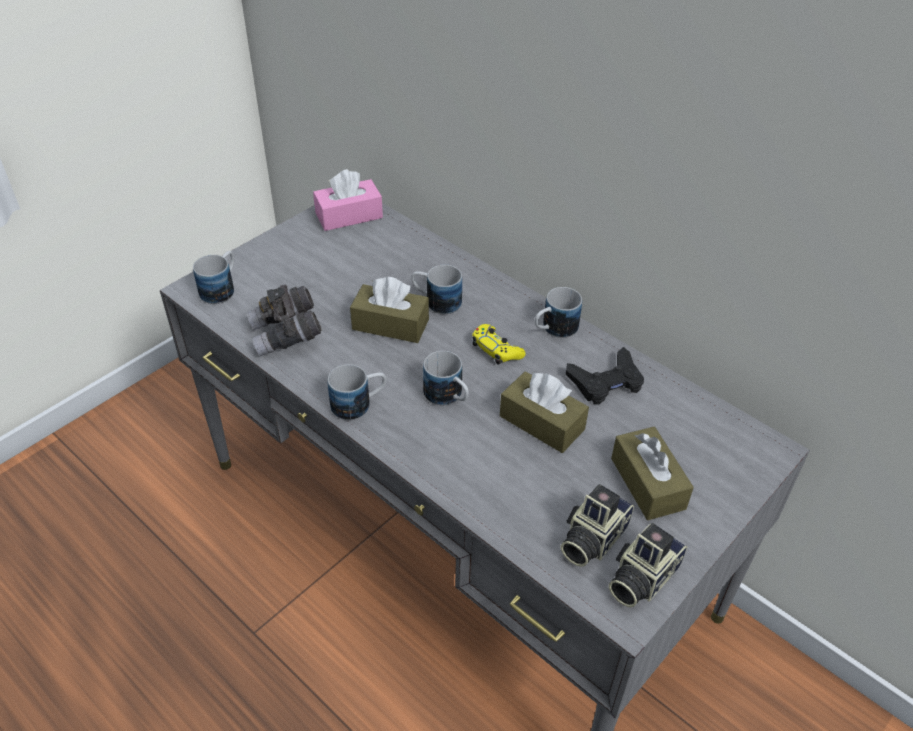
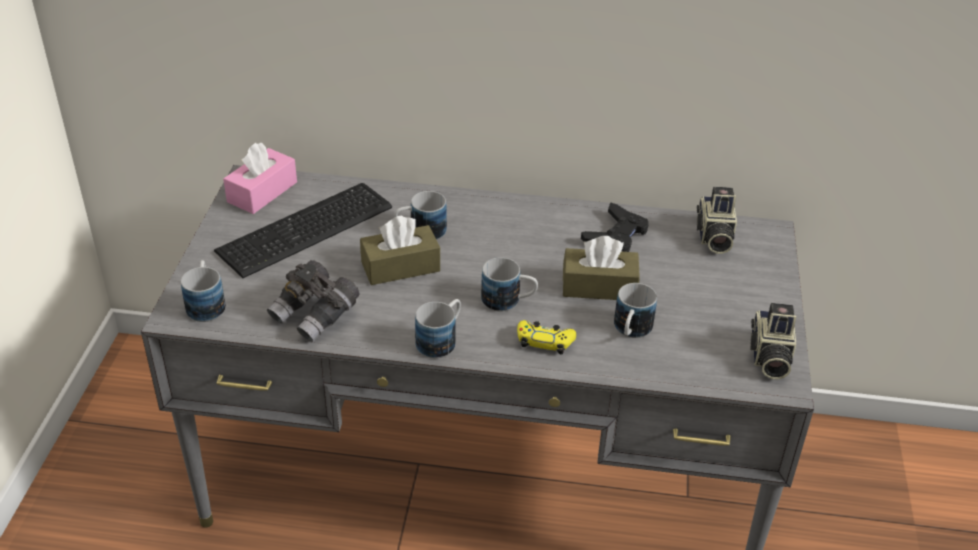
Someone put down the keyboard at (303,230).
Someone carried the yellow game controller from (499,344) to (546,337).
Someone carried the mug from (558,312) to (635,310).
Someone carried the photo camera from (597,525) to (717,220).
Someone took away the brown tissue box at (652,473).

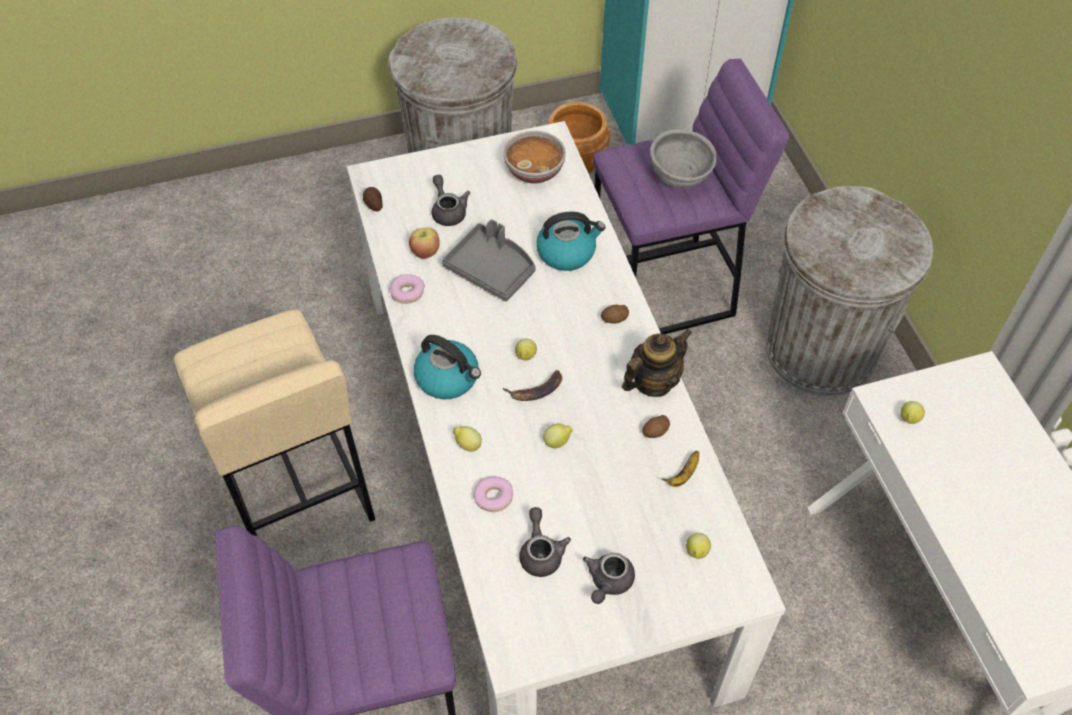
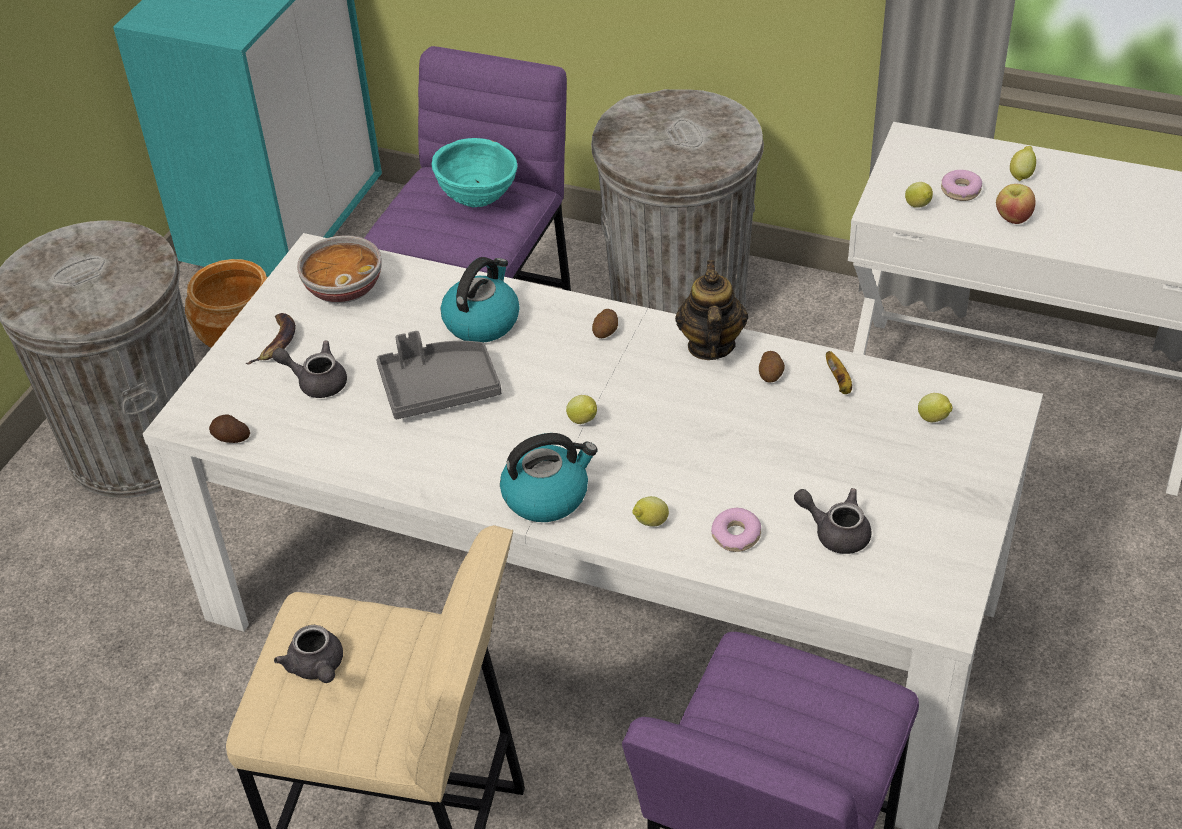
Someone carried the banana from (532,385) to (270,339).
Someone carried the grey teapot from (609,578) to (308,654).
Someone repainted the grey bowl at (683,158), which became the turquoise bowl at (475,172).
Someone carried the donut from (407,289) to (961,185).
Someone carried the apple from (424,243) to (1016,204).
Someone carried the lemon from (558,435) to (1023,163).

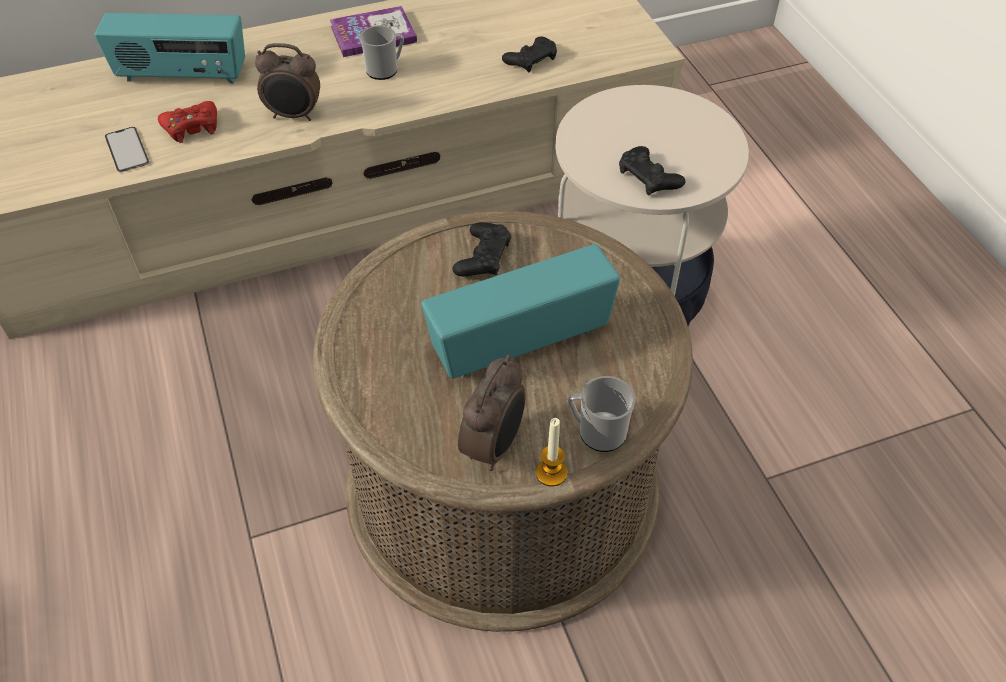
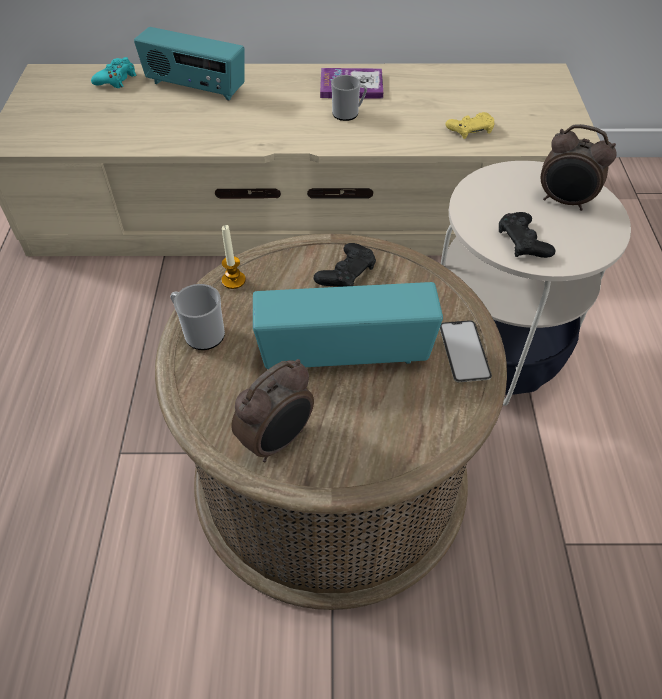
Someone put down the turquoise game controller at (113,72).
Someone carried the mug from (601,414) to (197,317).
Someone carried the candle from (551,452) to (233,257).
Someone carried the phone from (127,149) to (466,351).
Someone repainted the black game controller at (529,54), which became the yellow game controller at (469,125).
Someone carried the alarm clock from (287,82) to (579,167).
Someone took away the red game controller at (187,122).

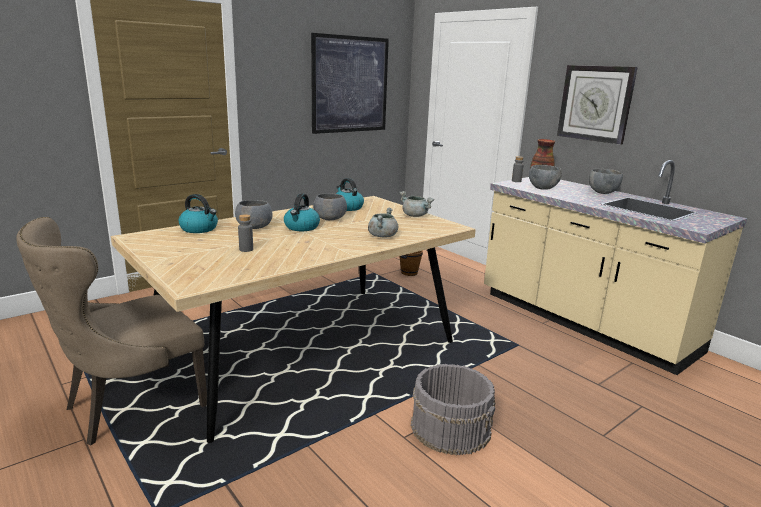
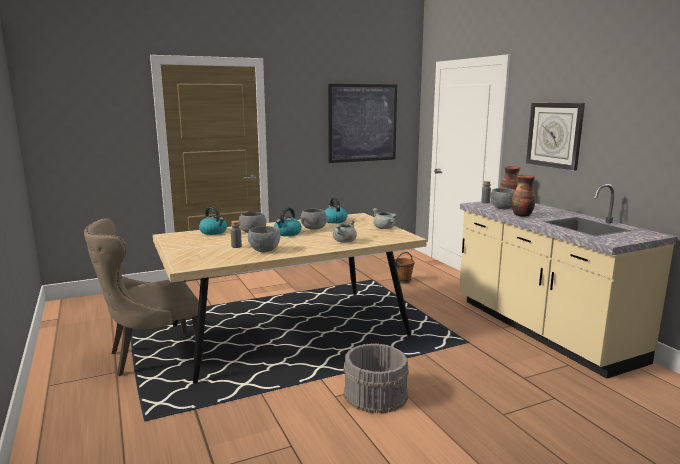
Someone carried the grey bowl from (606,181) to (264,239).
Someone put down the vase at (523,196).

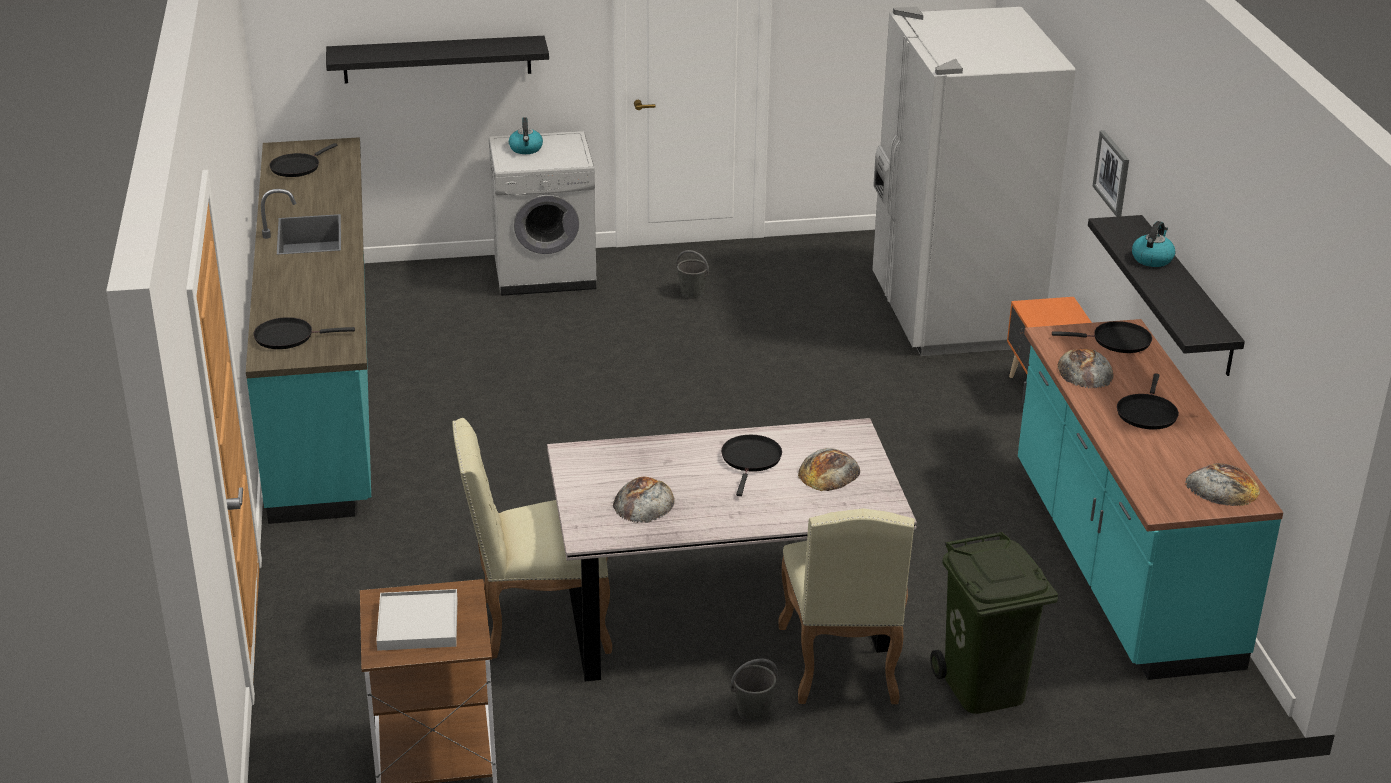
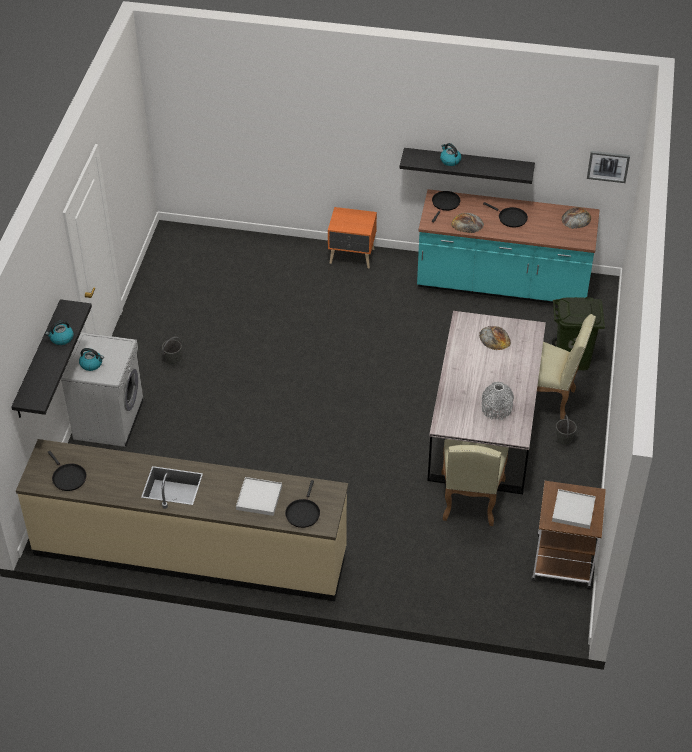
Someone repainted the turquoise counter at (308,330), which became the beige counter at (182,520).
Someone put down the kettle at (59,332).
Someone put down the white tray at (259,496).
Someone swapped the bread at (643,500) for the grey vase at (498,401).
Someone carried the picture from (1111,173) to (608,167).
Someone took away the black frying pan at (751,465).
Someone took away the white fridge at (974,181).

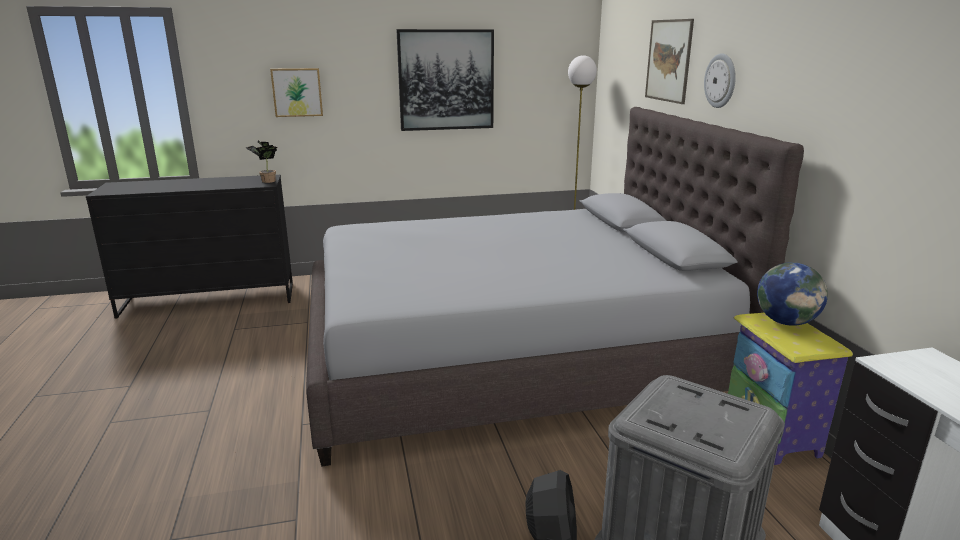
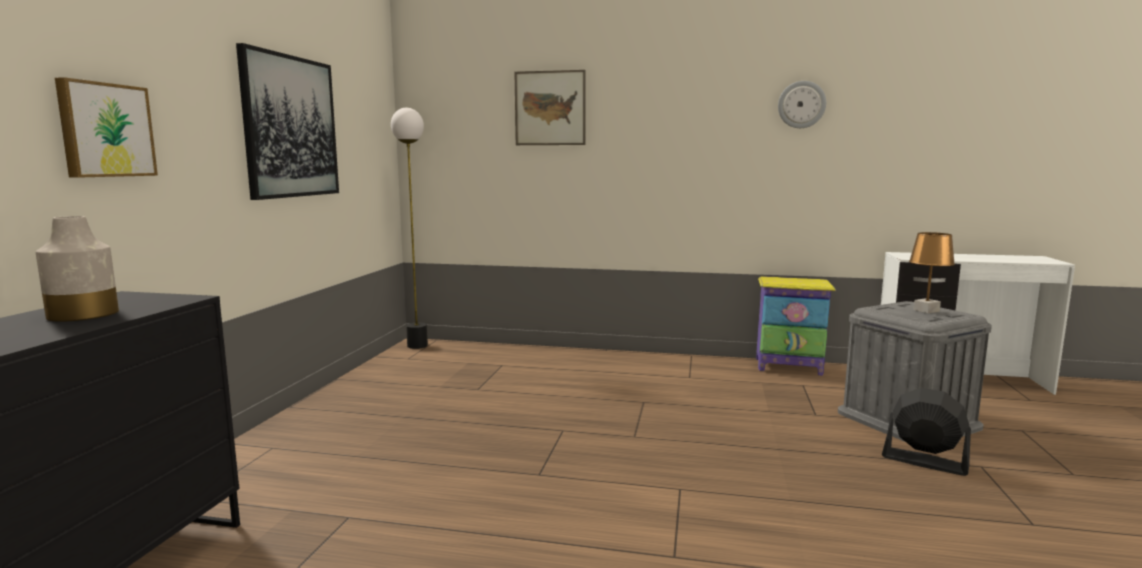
Someone put down the beige vase at (77,269).
Someone carried the wall clock from (720,80) to (802,104).
Someone put down the brown table lamp at (932,272).
Someone took away the potted plant at (261,161).
Someone took away the grey bed at (555,287).
Someone took away the globe at (792,294).

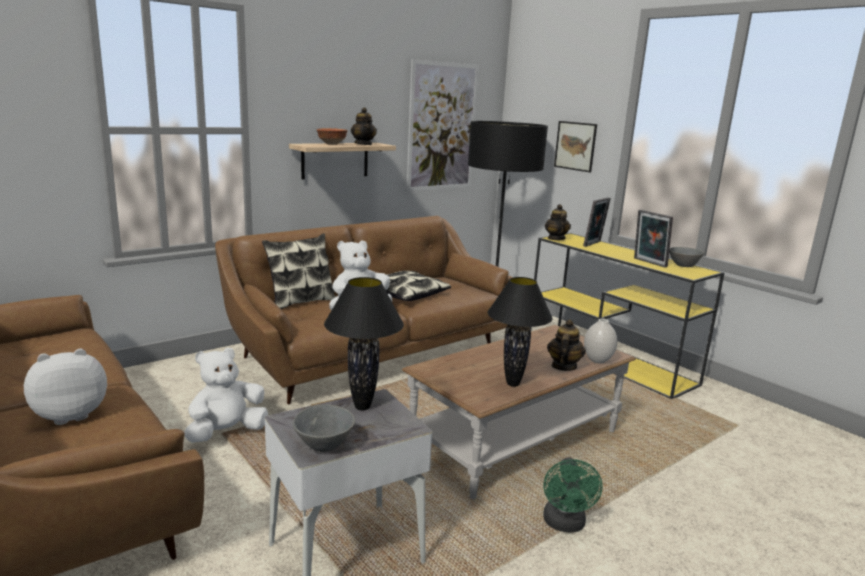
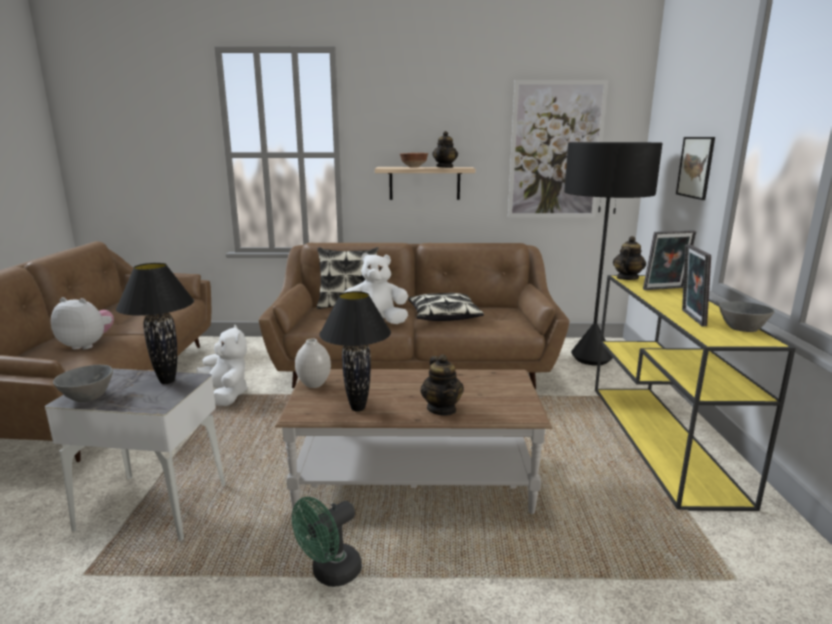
Someone rotated the white plush toy at (226,395) by 60 degrees clockwise.
Someone carried the white vase from (600,341) to (313,363).
Someone rotated the teapot at (566,345) by 105 degrees clockwise.

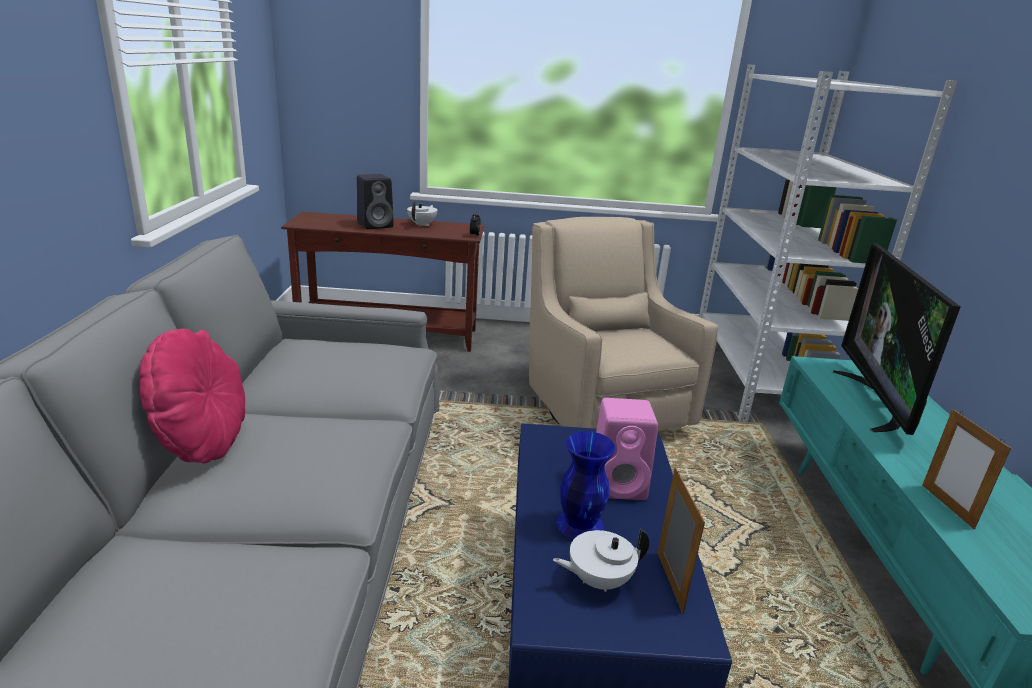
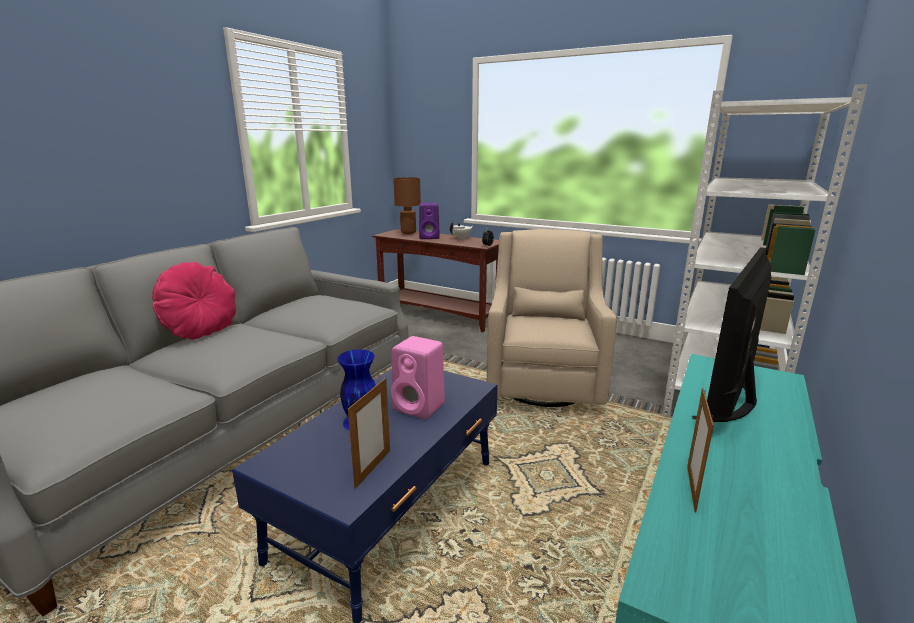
Someone put down the brown table lamp at (407,205).
Someone repainted the black speaker at (375,201), which became the purple speaker at (429,221).
Someone took away the white teapot at (601,560).

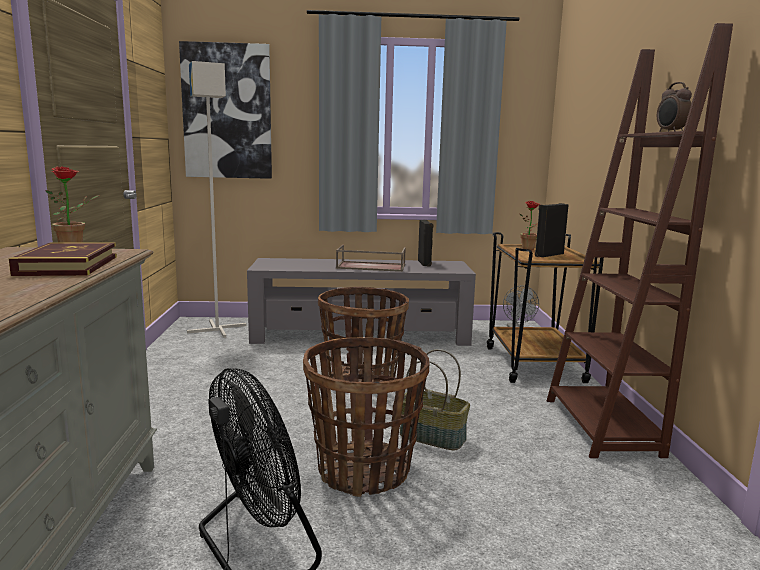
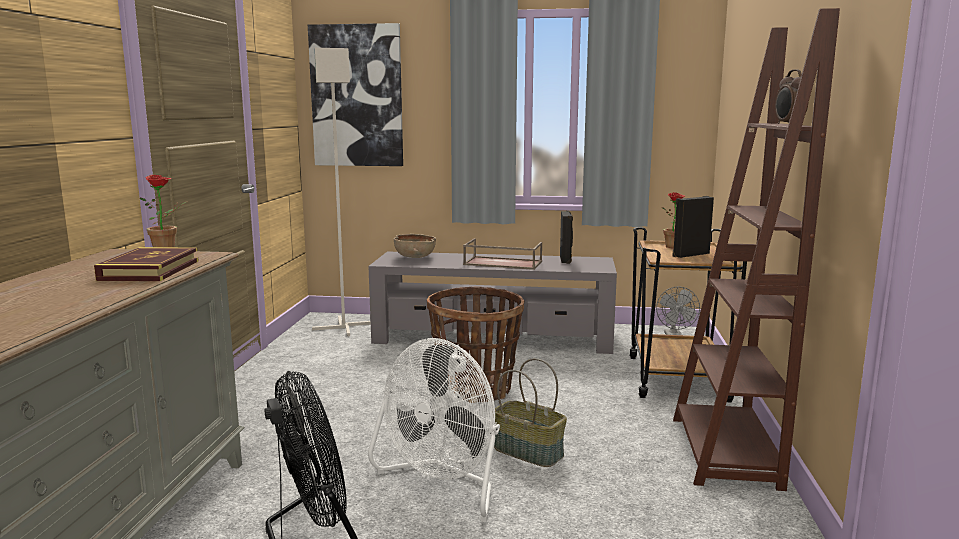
Someone swapped the basket at (366,417) for the white fan at (434,430).
Someone put down the brown bowl at (415,246).

